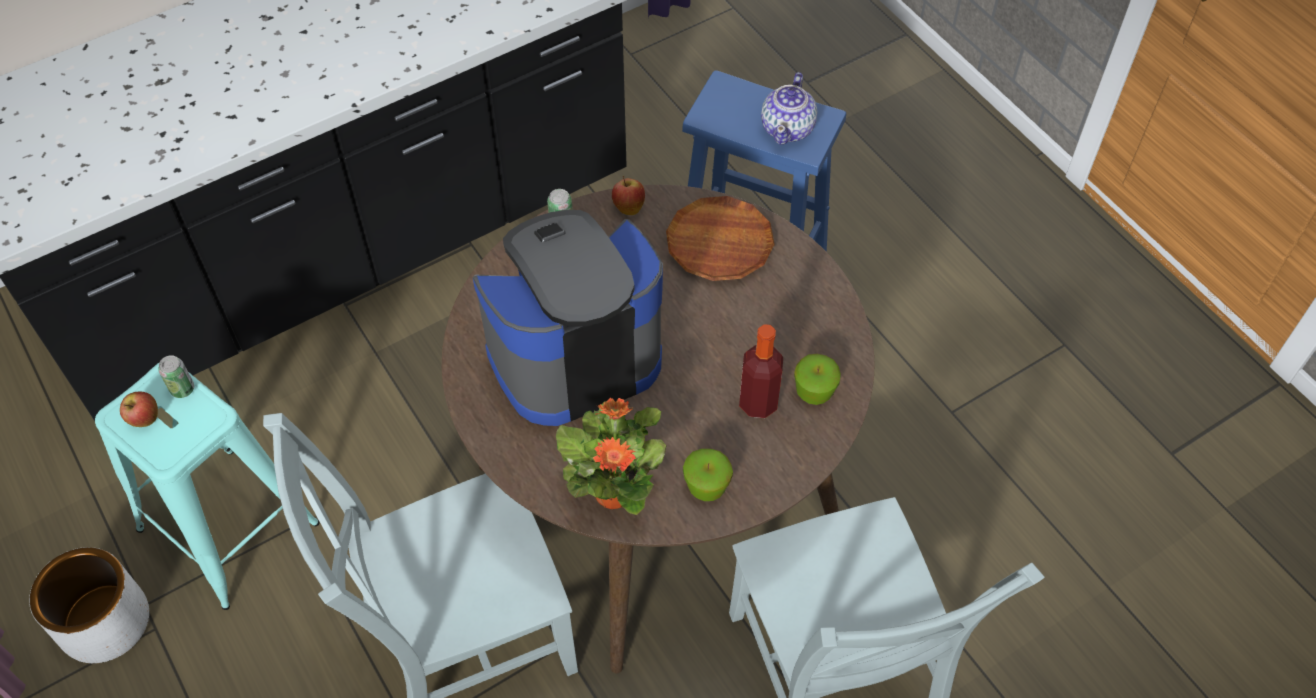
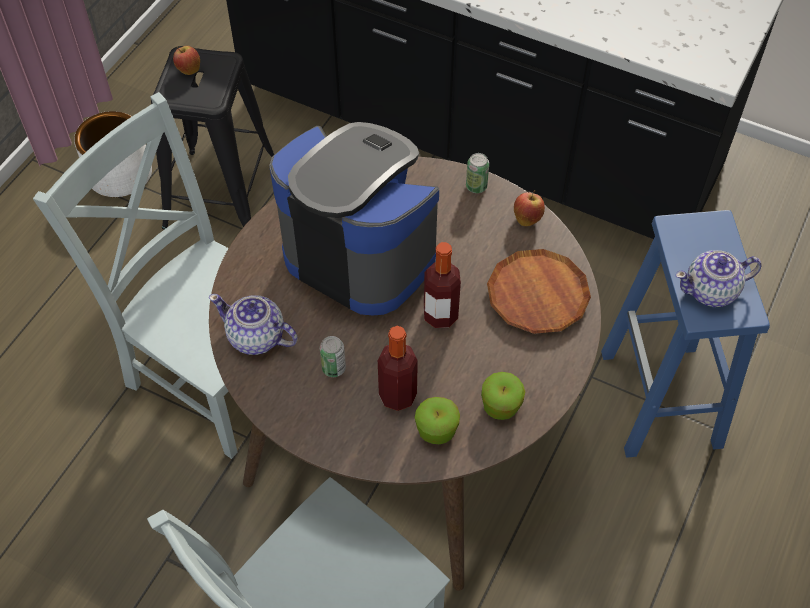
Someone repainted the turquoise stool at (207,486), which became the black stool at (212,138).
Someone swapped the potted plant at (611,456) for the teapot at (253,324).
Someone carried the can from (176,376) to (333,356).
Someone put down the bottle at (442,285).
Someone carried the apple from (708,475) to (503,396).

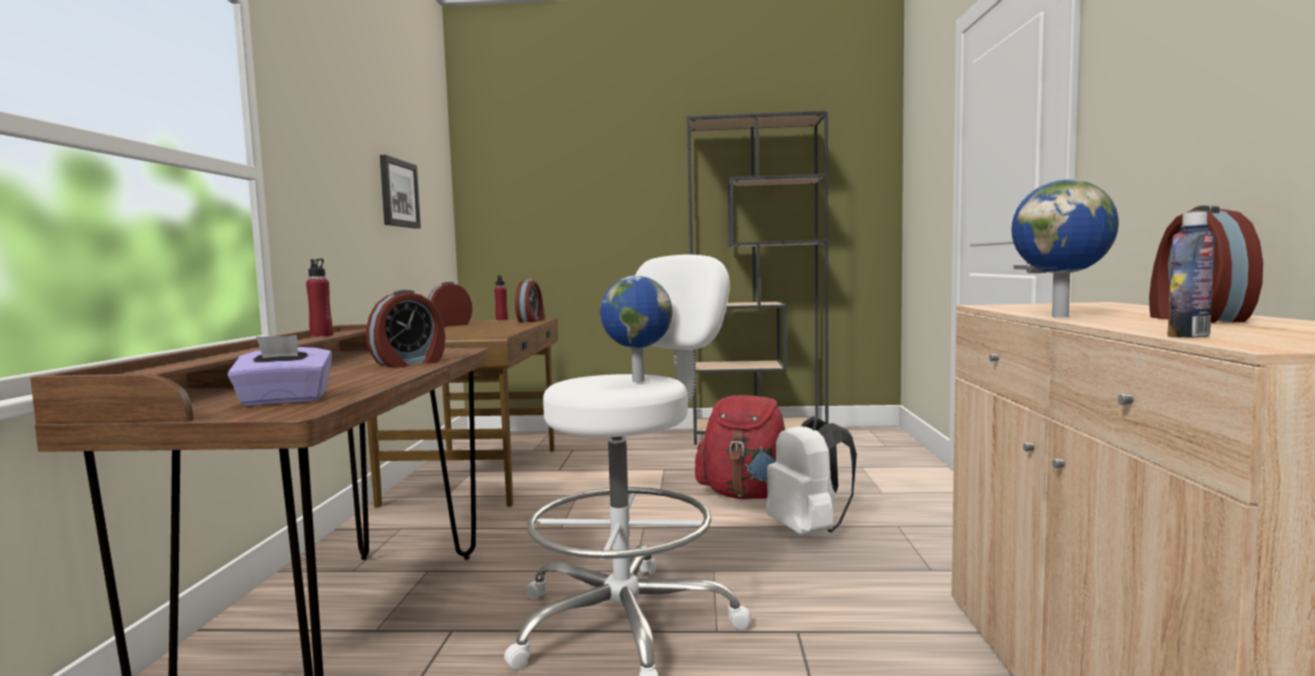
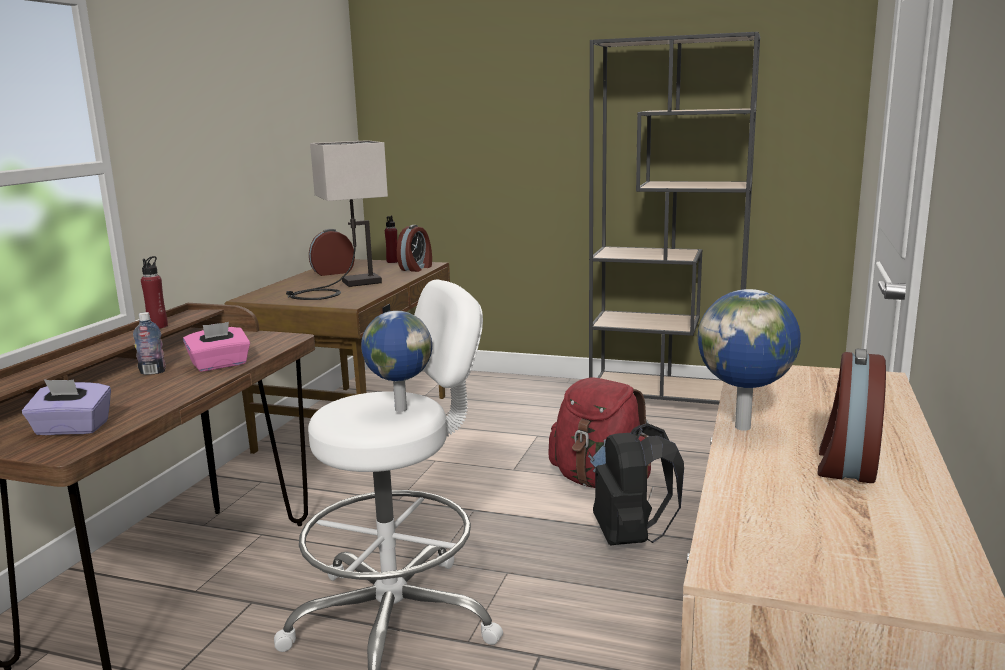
Someone carried the bottle from (1191,274) to (149,343).
Someone swapped the alarm clock at (405,329) for the pink tissue box at (216,347).
Someone put down the table lamp at (337,220).
Someone repainted the white backpack at (811,475), which became the black backpack at (638,484).
Someone took away the picture at (400,192).

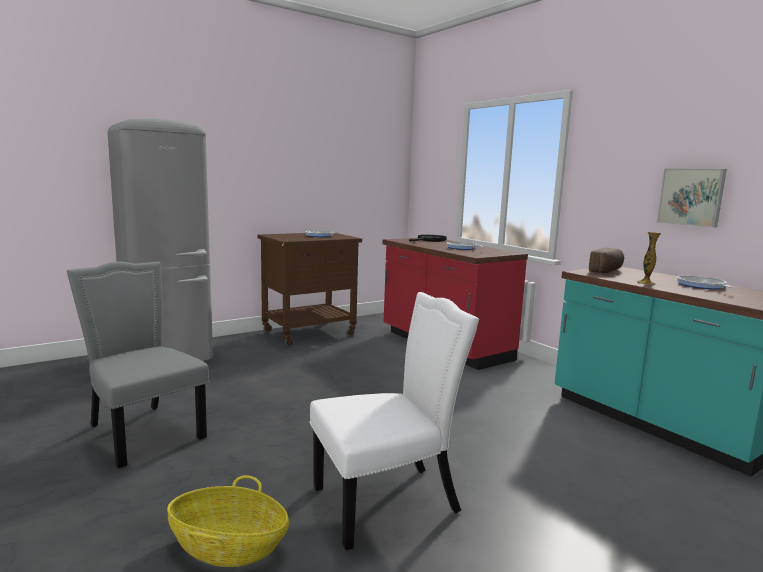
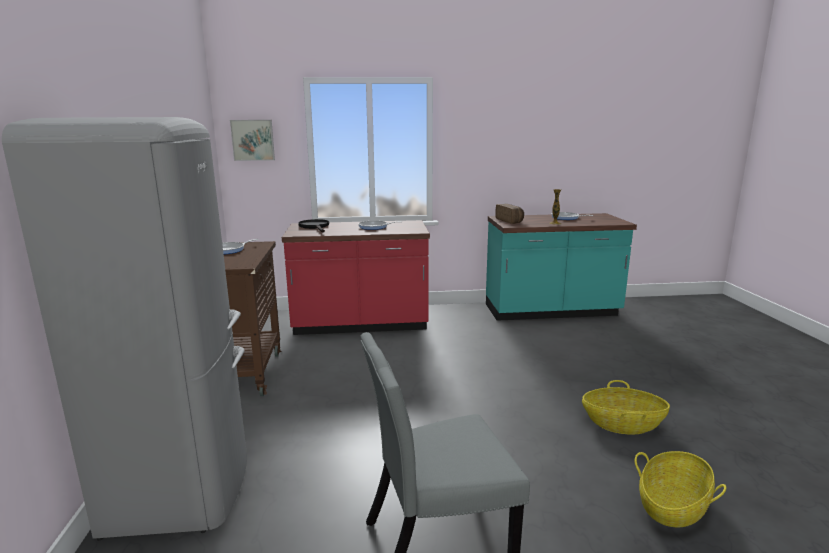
Someone carried the picture from (692,198) to (252,140).
Someone swapped the white chair at (394,421) for the basket at (626,407).

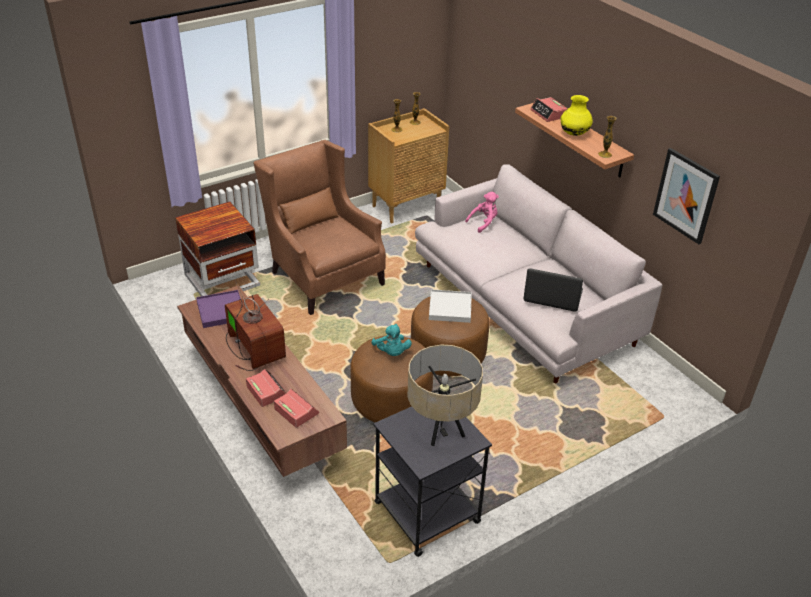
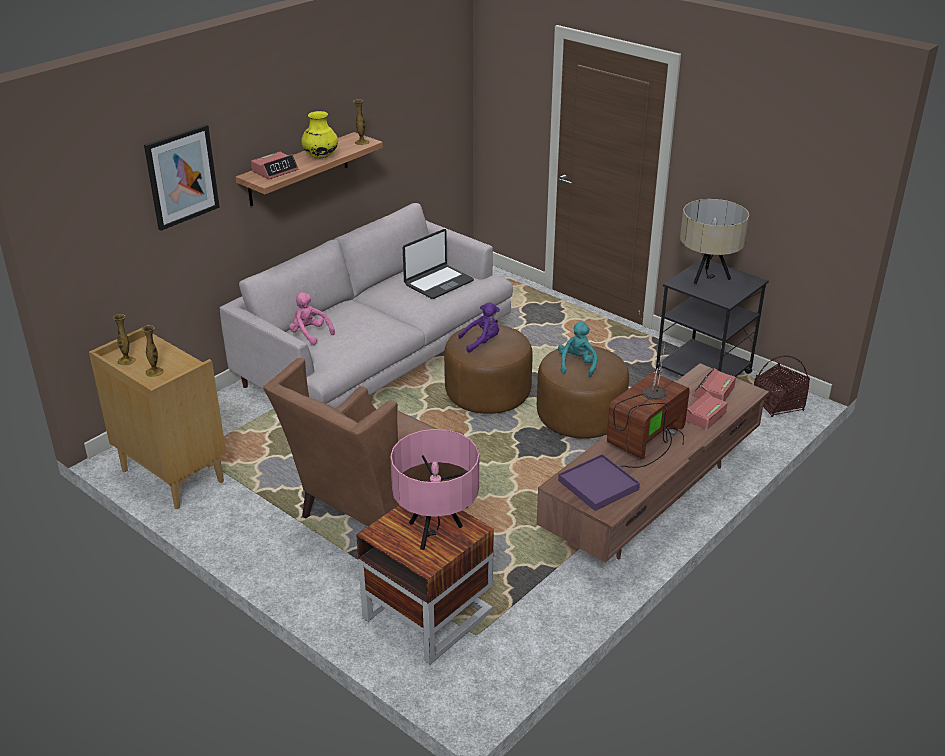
Someone carried the picture from (686,196) to (182,177).
Someone put down the pink table lamp at (434,489).
Someone rotated the laptop at (553,290) by 135 degrees counterclockwise.
Someone swapped the white tray at (450,306) for the purple plush toy at (479,327).
Someone rotated the turquoise plush toy at (391,340) by 45 degrees counterclockwise.
Someone put down the basket at (782,386).

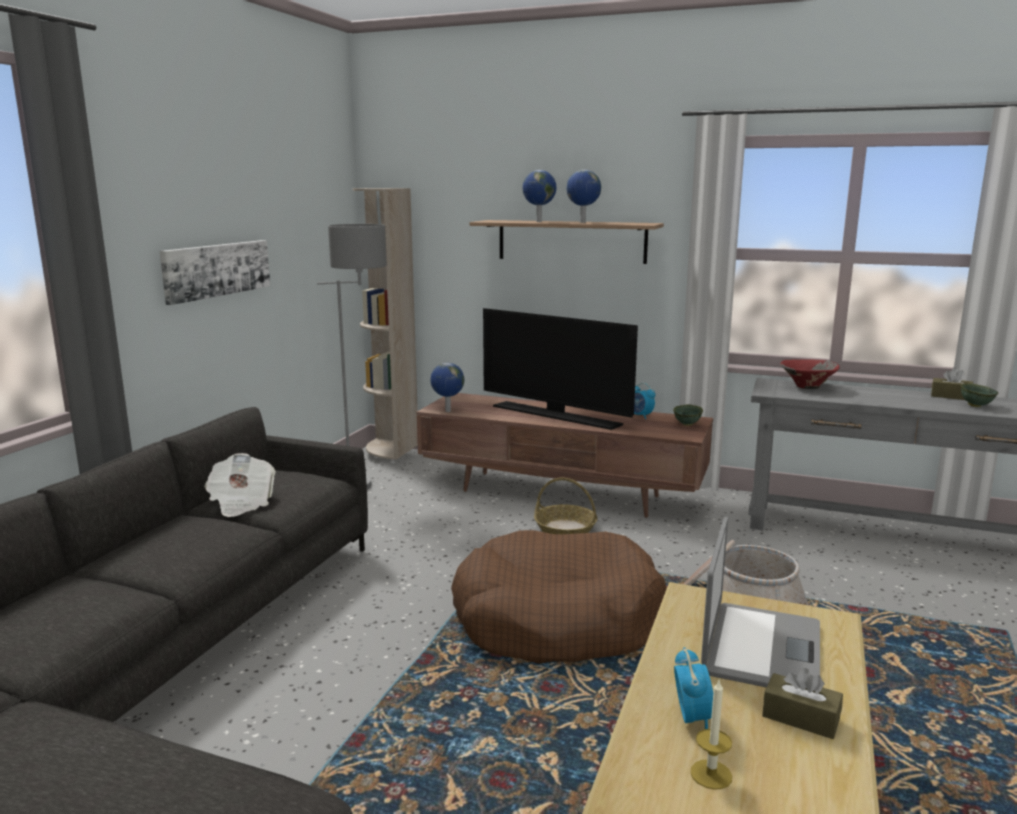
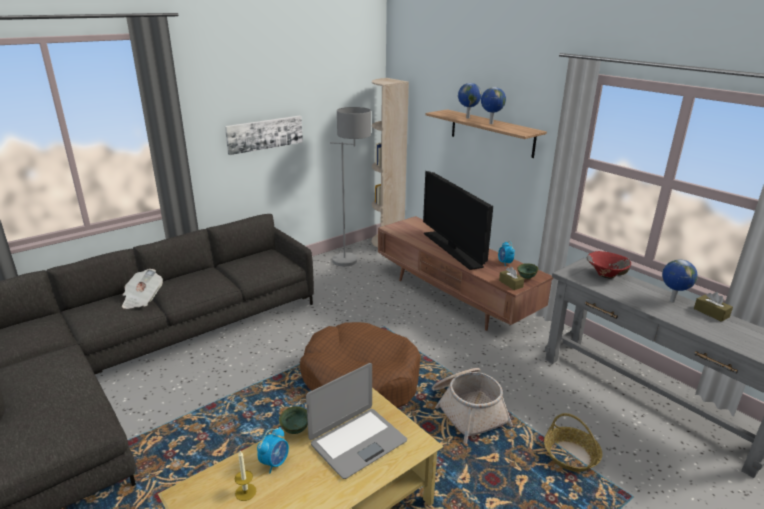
Someone carried the newspaper from (240,485) to (142,289).
Someone carried the green bowl from (979,395) to (293,420).
Someone carried the brown tissue box from (802,703) to (511,278).
Someone carried the basket from (565,506) to (573,442).
Someone carried the globe from (447,387) to (680,281).

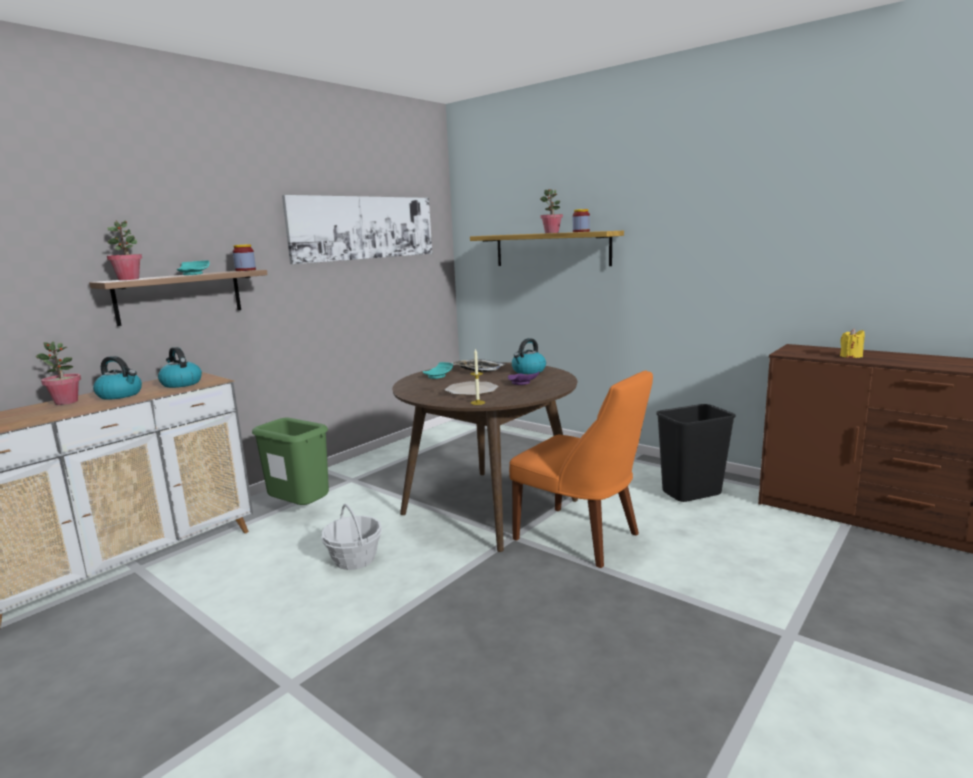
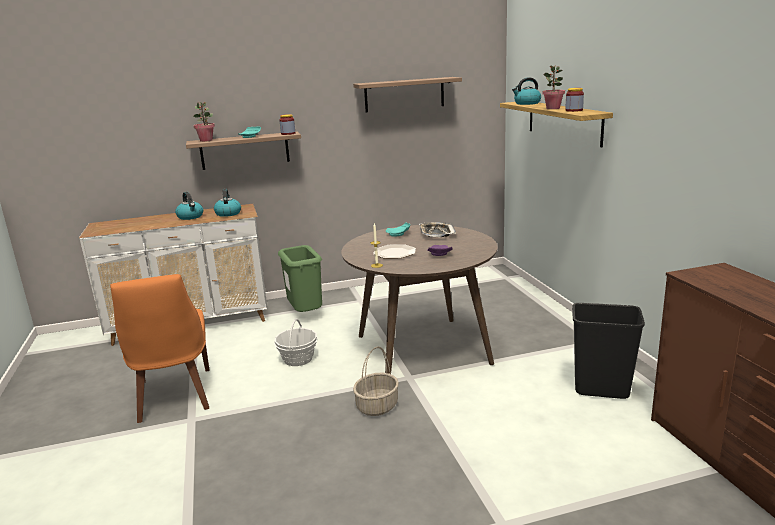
Someone carried the orange chair from (581,469) to (159,348).
Someone swapped the picture at (357,229) for the shelf at (407,94).
Someone put down the basket at (376,381).
Someone carried the kettle from (529,356) to (526,91).
Someone took away the potted plant at (58,373).
Someone took away the yellow candle at (852,343).

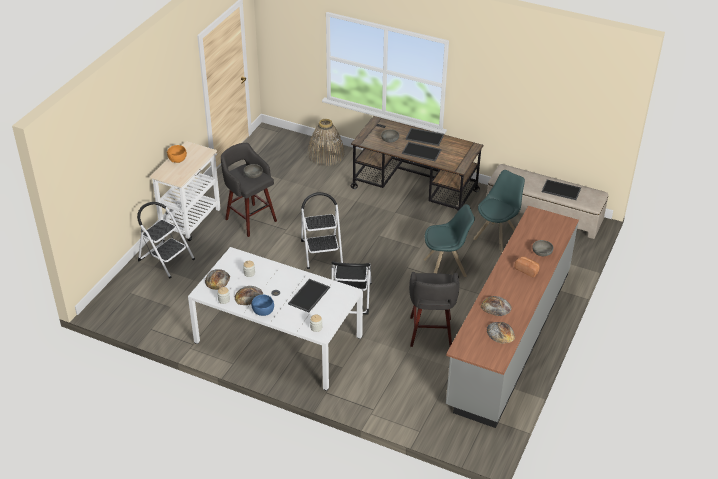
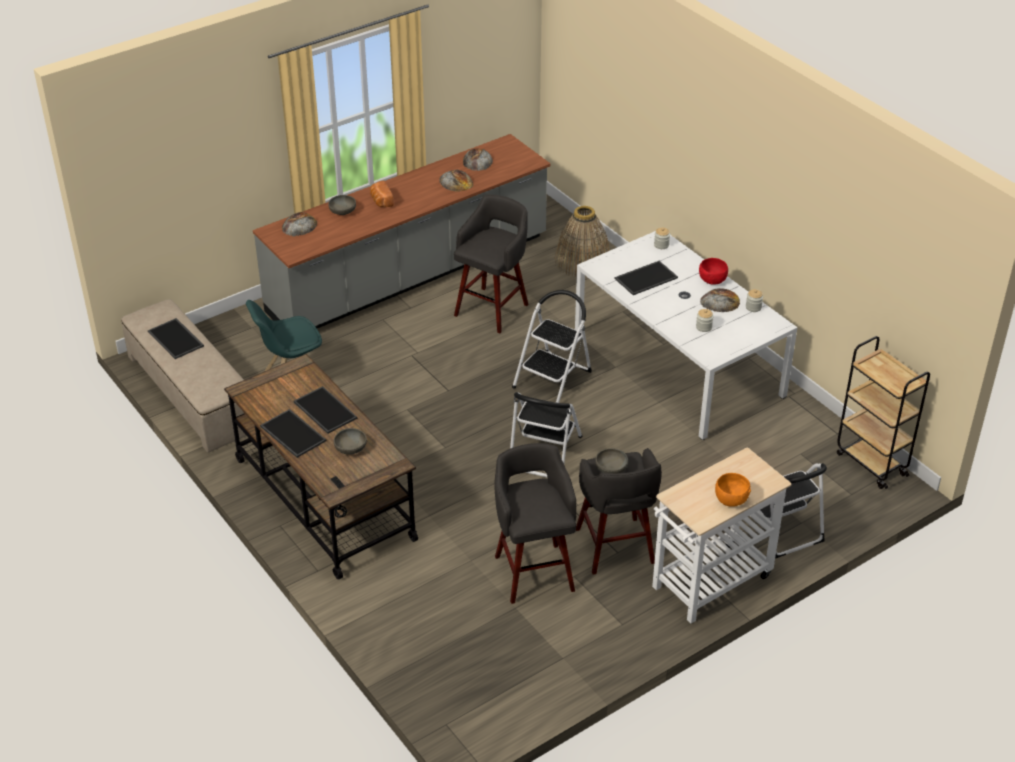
Someone carried the bread from (217,279) to (299,224).
Someone put down the grey stool at (535,523).
Someone carried the basket from (326,142) to (582,242).
Someone repainted the blue bowl at (262,305), which became the red bowl at (713,271).
Someone put down the brown cart at (883,412).
Someone took away the turquoise chair at (449,240).

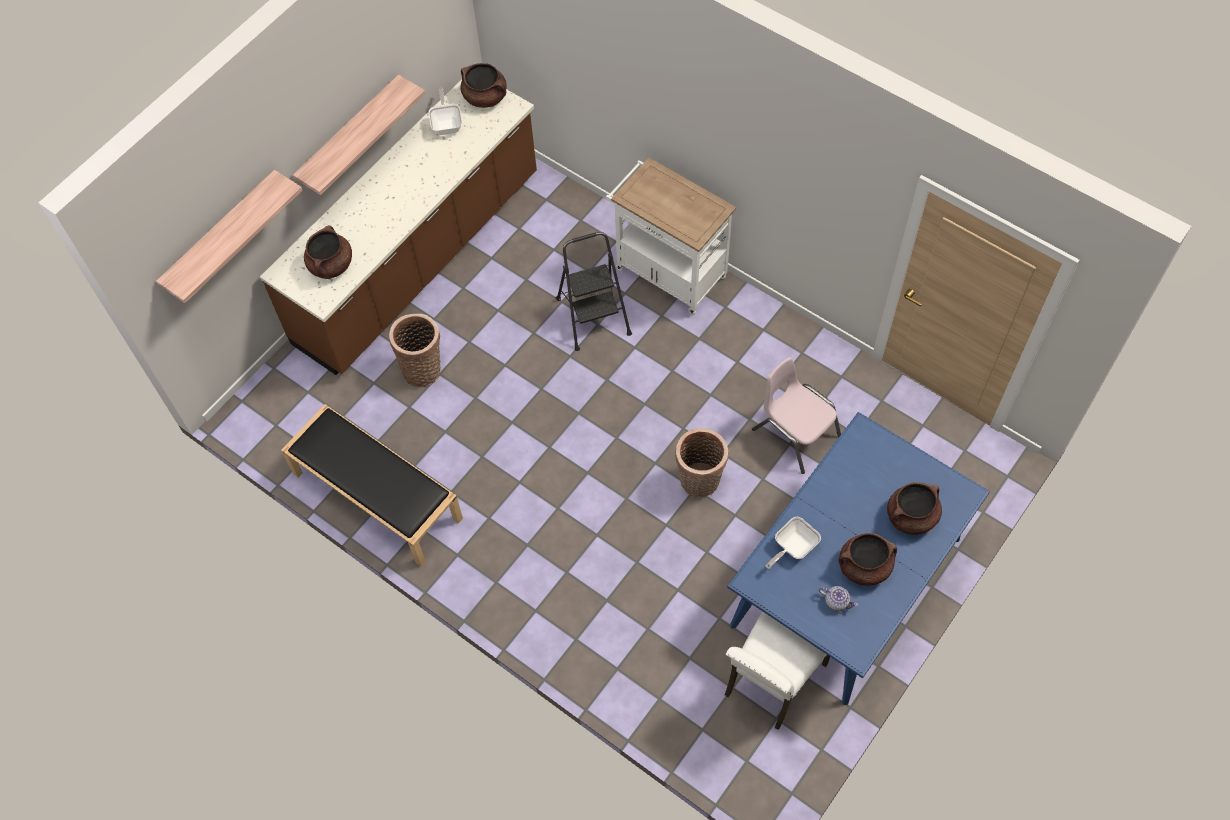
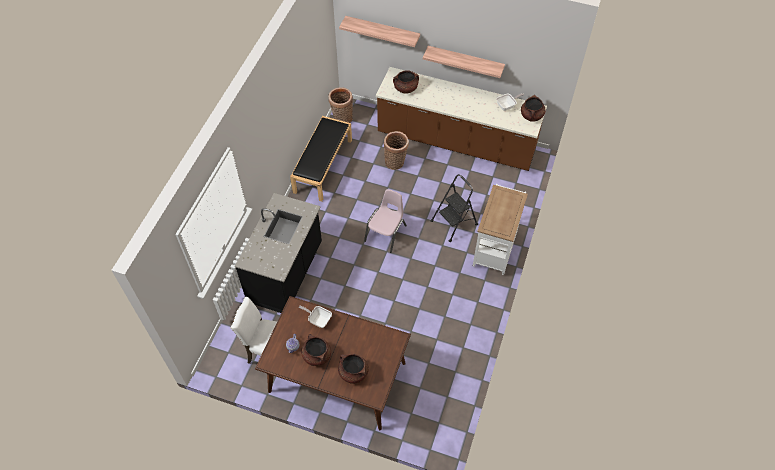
Someone put down the black counter at (278,253).
Someone repainted the blue dining table at (858,558), which became the brown dining table at (333,363).
Someone carried the basket from (701,463) to (341,105).
Someone carried the pink chair from (796,415) to (385,221).

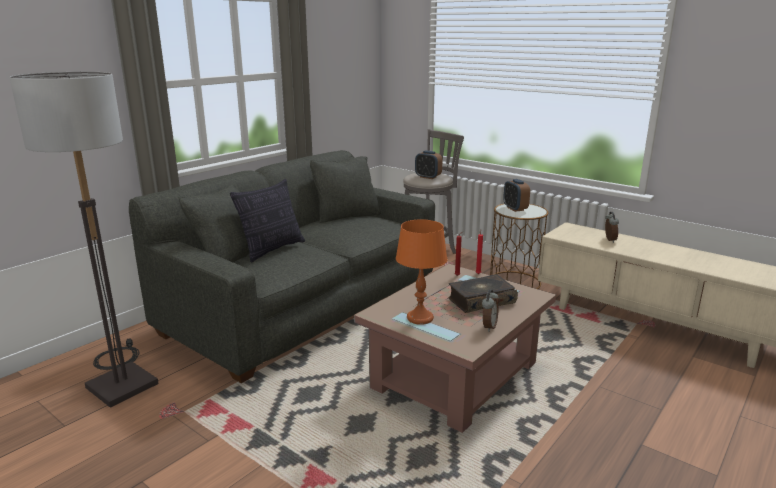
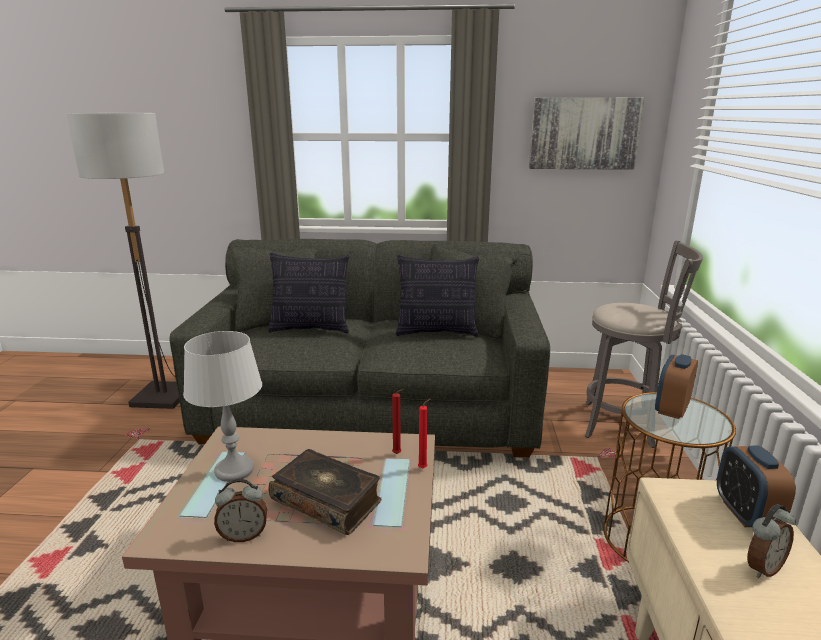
Someone repainted the orange table lamp at (422,272), which became the grey table lamp at (222,406).
Someone put down the pillow at (437,296).
Someone put up the picture at (586,134).
Someone carried the alarm clock from (428,164) to (756,486).

